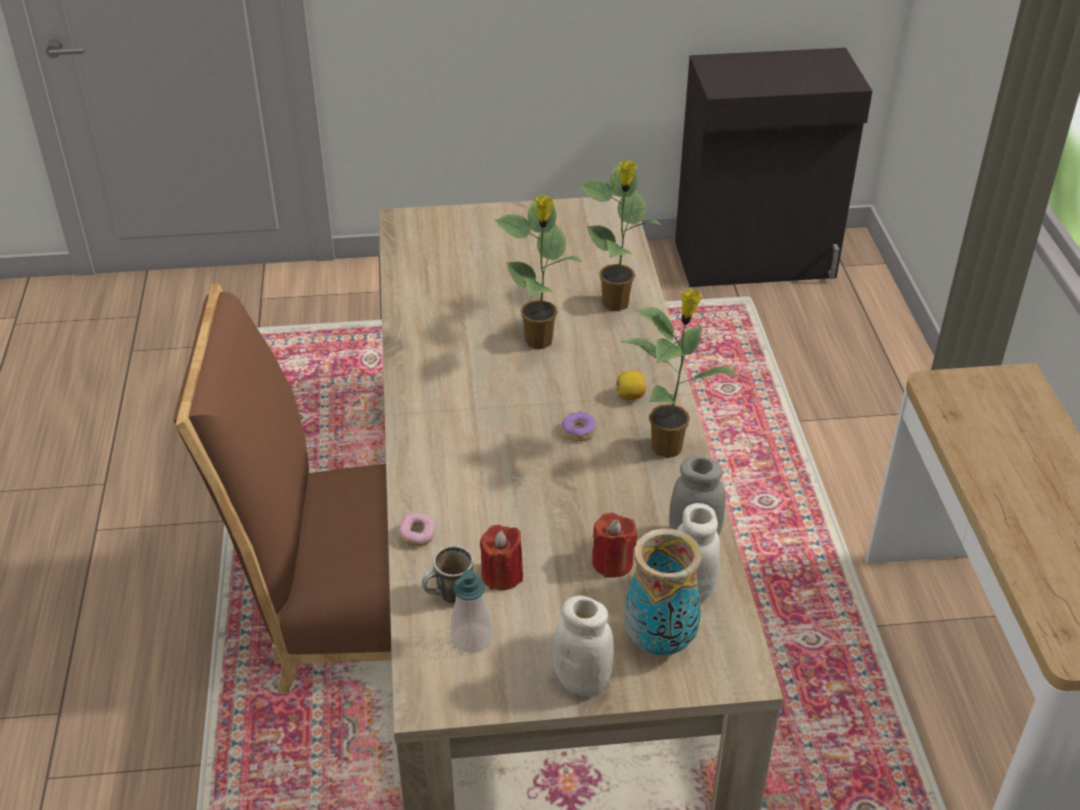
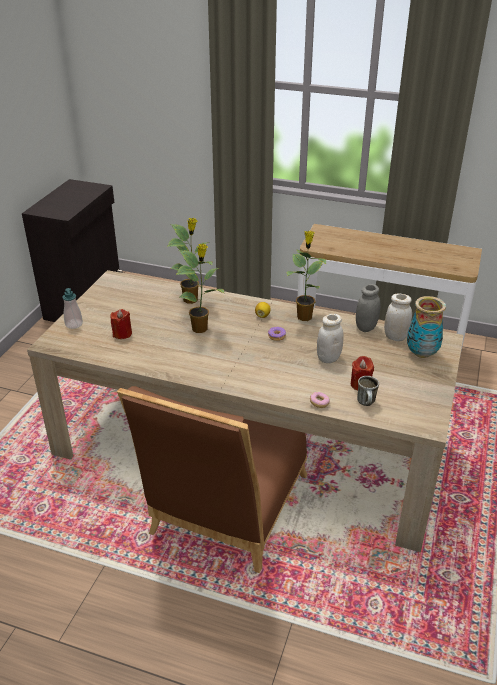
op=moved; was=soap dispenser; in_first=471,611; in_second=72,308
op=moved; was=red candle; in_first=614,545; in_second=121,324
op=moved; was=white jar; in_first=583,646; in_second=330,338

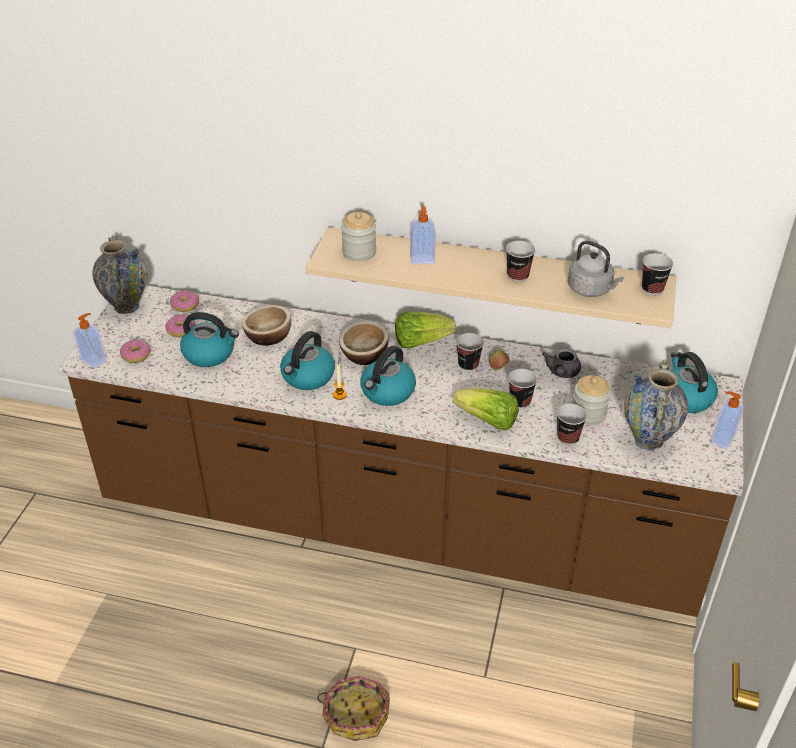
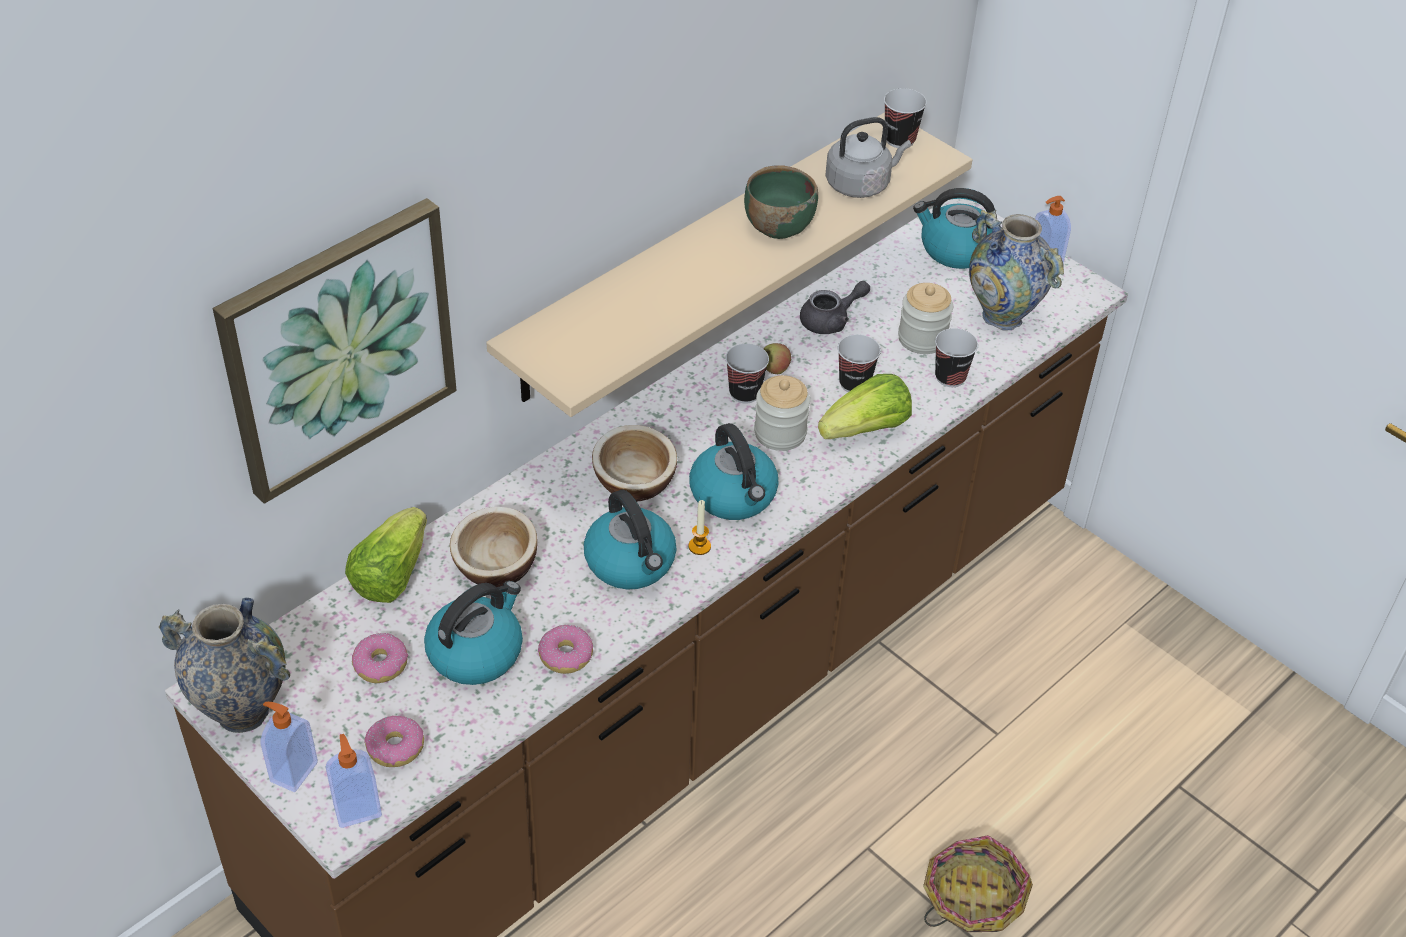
op=added; now=picture; in_second=334,351
op=moved; was=soap dispenser; in_first=423,235; in_second=289,747
op=moved; was=lettuce; in_first=425,330; in_second=386,555
op=moved; was=donut; in_first=184,301; in_second=565,649
op=replaced; was=cup; now=green bowl; in_first=521,261; in_second=781,202
op=moved; was=jar; in_first=358,236; in_second=782,413
op=turned; was=grey teapot; in_first=561,363; in_second=835,307; clockwise=-75

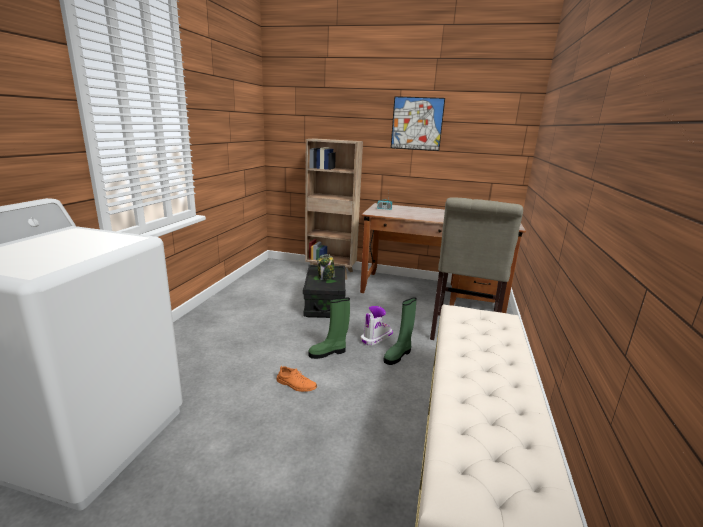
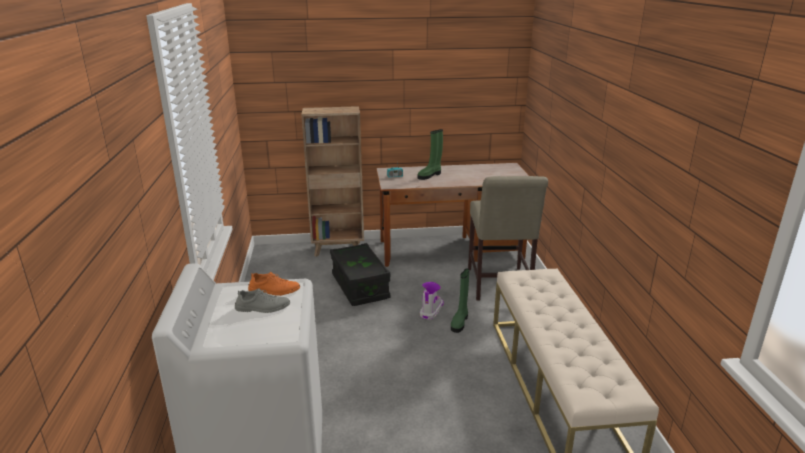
op=added; now=grey shoe; in_second=262,300
op=moved; was=orange shoe; in_first=296,379; in_second=274,284
op=moved; was=green boot; in_first=329,328; in_second=430,154
op=removed; was=jar; in_first=326,267
op=removed; was=picture; in_first=418,123

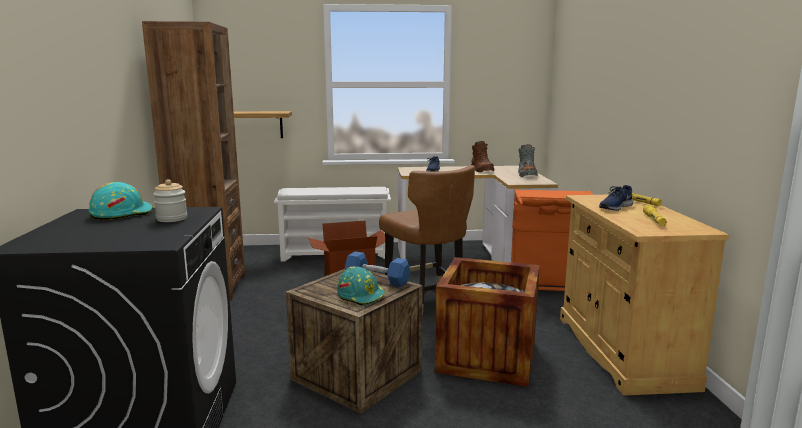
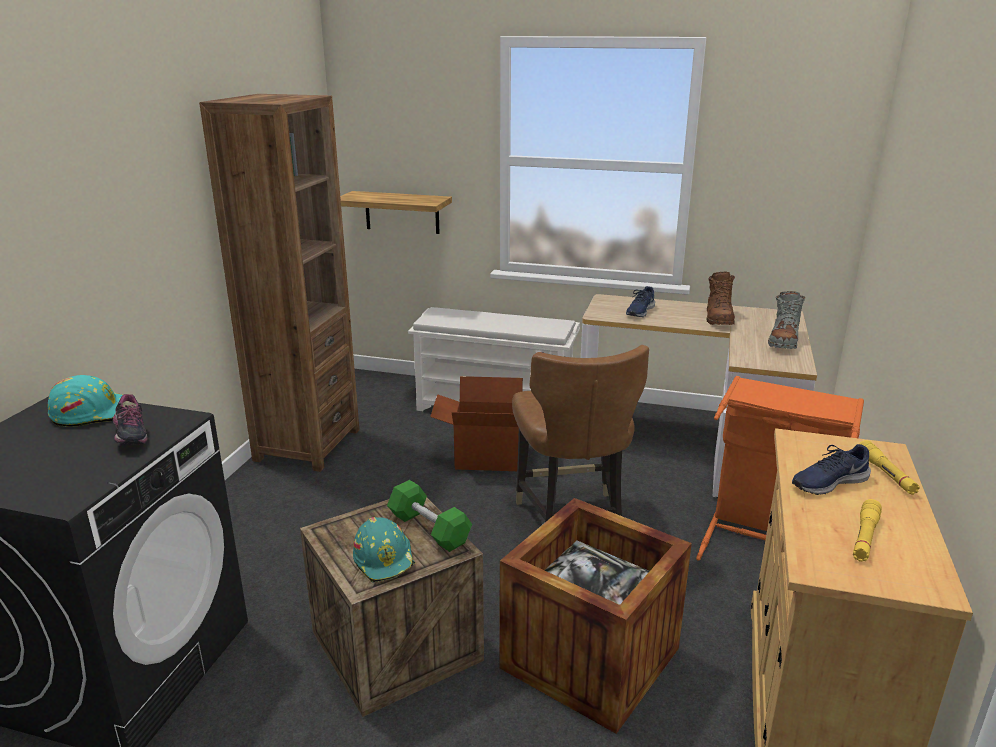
op=replaced; was=jar; now=shoe; in_first=170,200; in_second=130,419
op=recoloured; was=blue dumbbell; now=green dumbbell; in_first=378,269; in_second=429,516

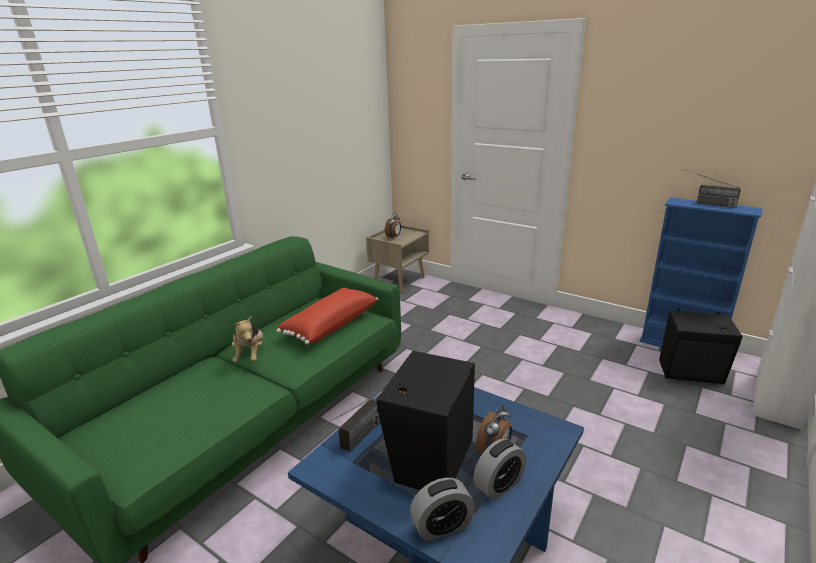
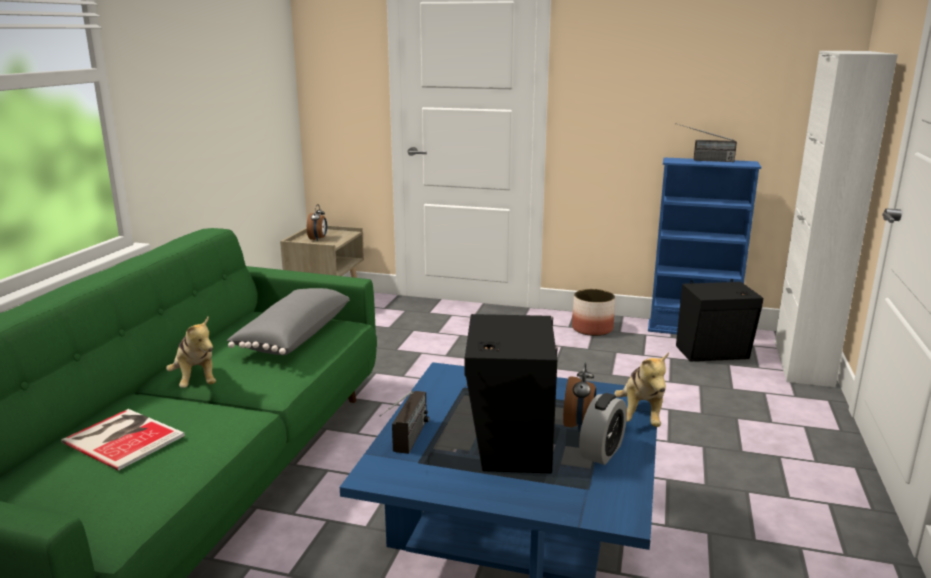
op=added; now=book; in_second=123,440
op=recoloured; was=red pillow; now=grey pillow; in_first=327,316; in_second=288,321
op=added; now=planter; in_second=593,312
op=added; now=plush toy; in_second=641,389
op=removed; was=alarm clock; in_first=442,509

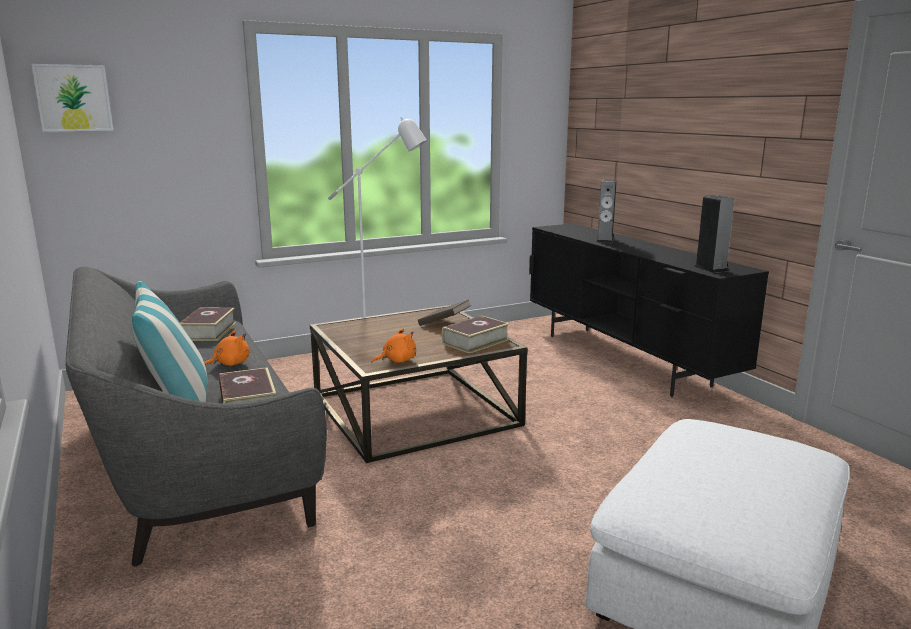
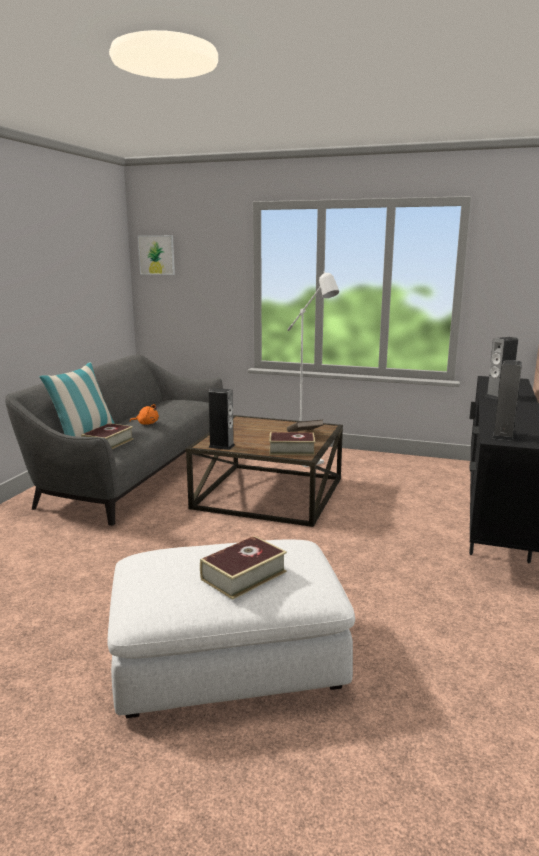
op=moved; was=book; in_first=208,324; in_second=243,568
op=replaced; was=orange plush toy; now=speaker; in_first=393,345; in_second=221,419

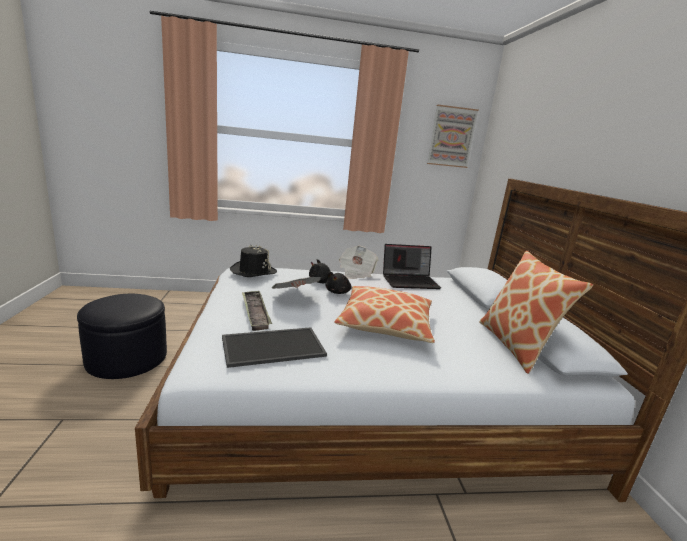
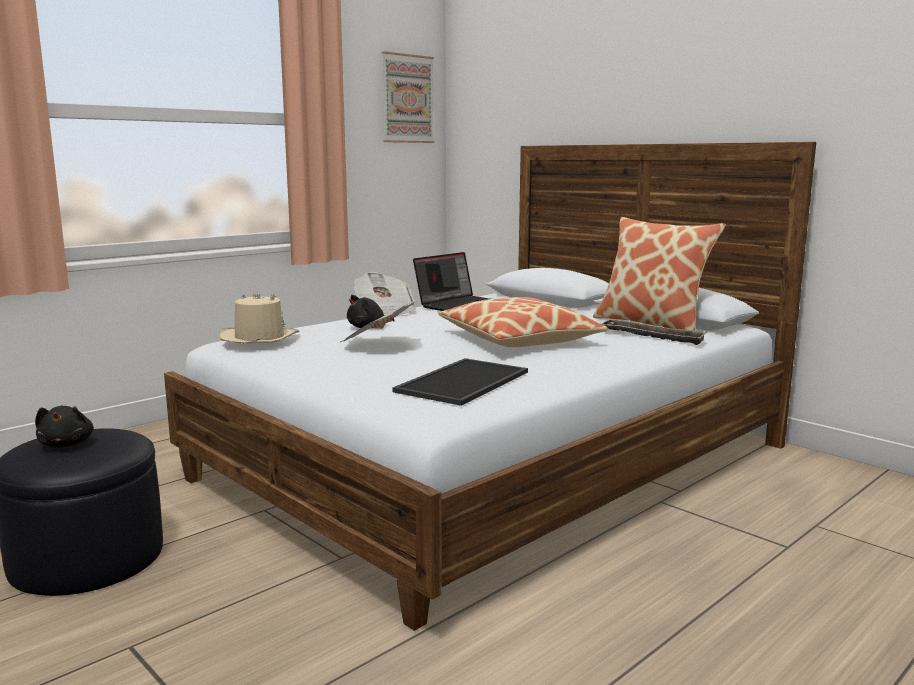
op=moved; was=black plush toy; in_first=338,283; in_second=64,427
op=recoloured; was=black hat; now=beige hat; in_first=253,261; in_second=259,317
op=moved; was=tray; in_first=257,311; in_second=655,332

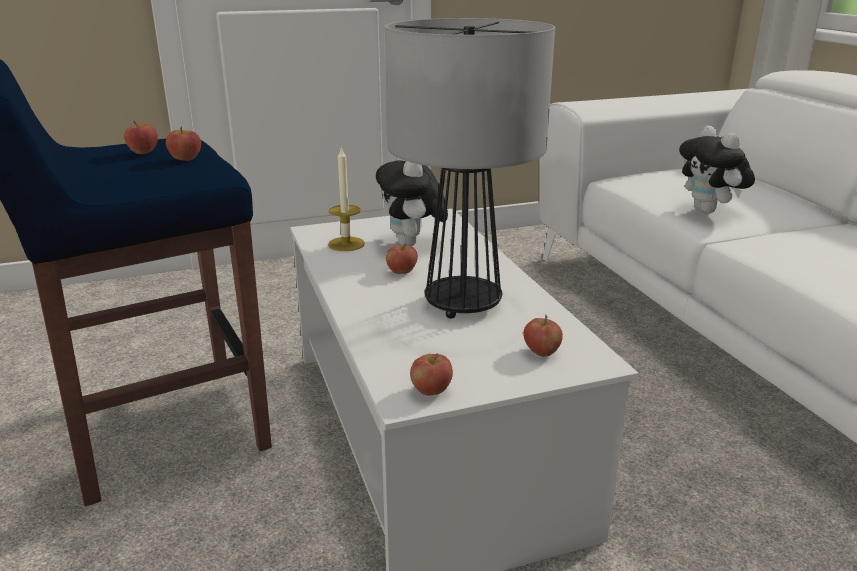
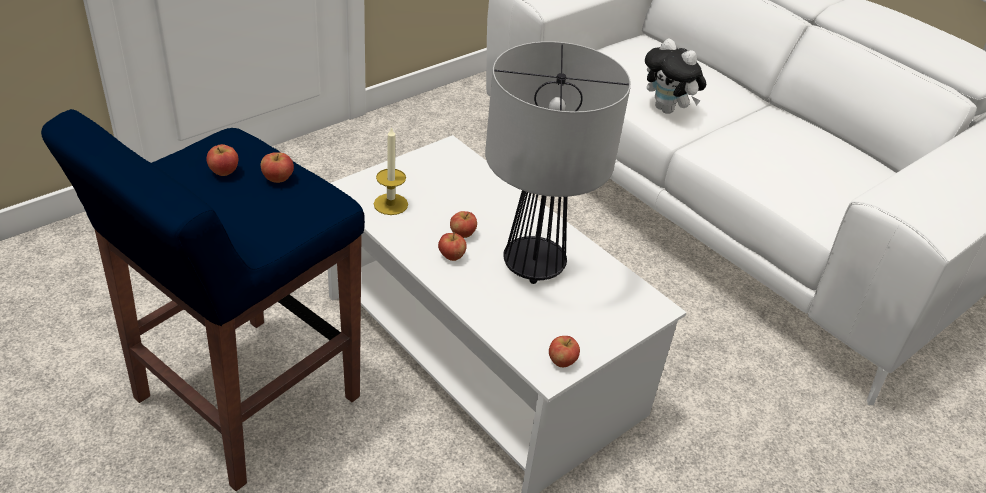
op=moved; was=apple; in_first=543,336; in_second=452,246
op=removed; was=plush toy; in_first=412,202

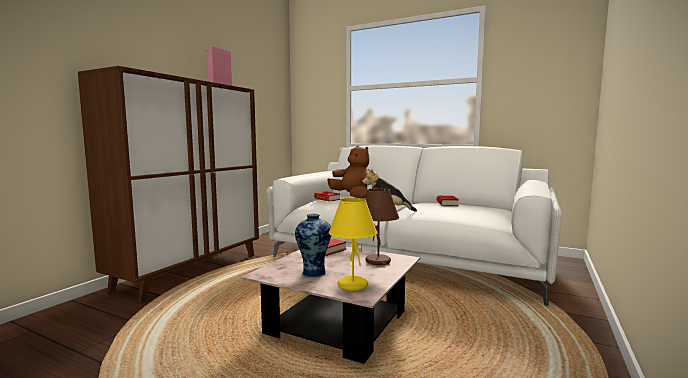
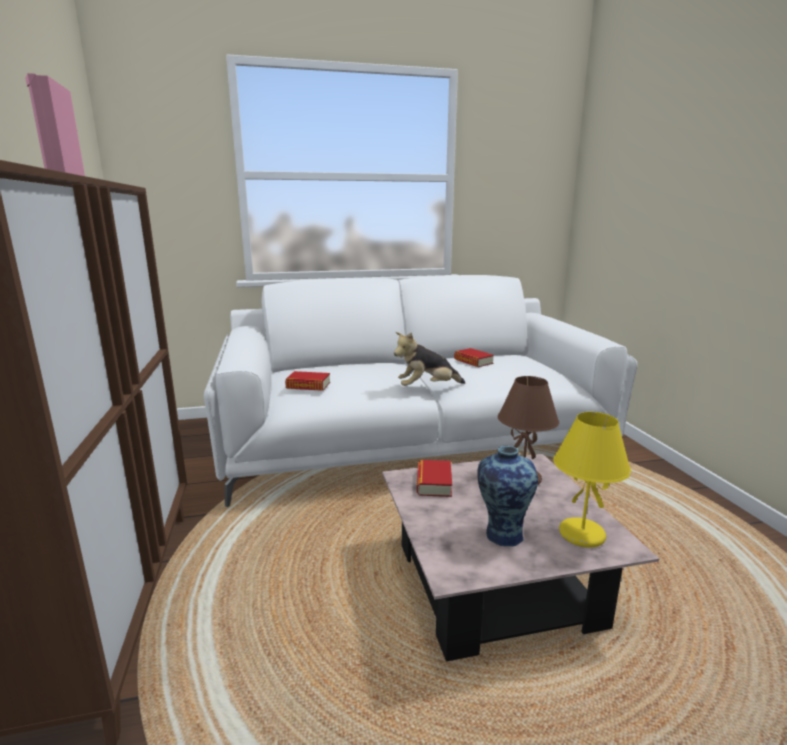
op=removed; was=brown plush toy; in_first=349,172

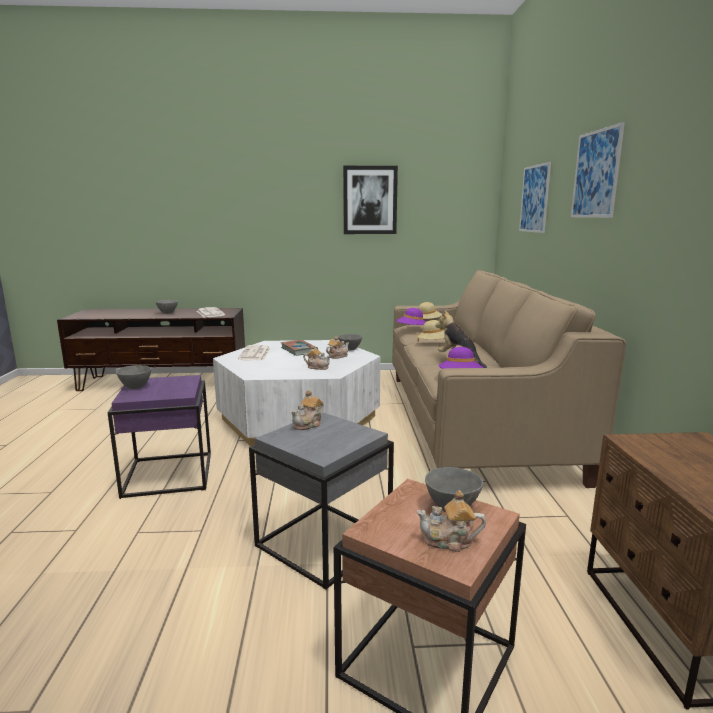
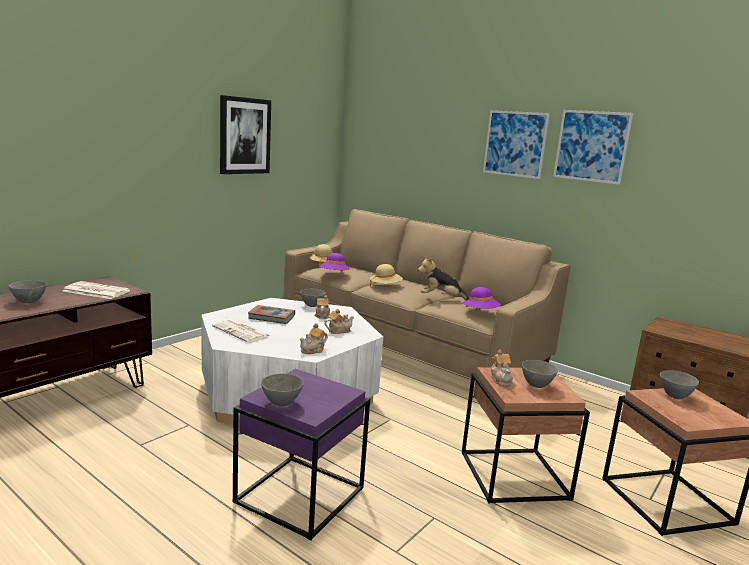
op=moved; was=teapot; in_first=451,521; in_second=314,338
op=recoloured; was=grey side table; now=brown side table; in_first=321,501; in_second=526,435
op=added; now=grey bowl; in_second=540,374
op=moved; was=picture; in_first=535,197; in_second=593,147

